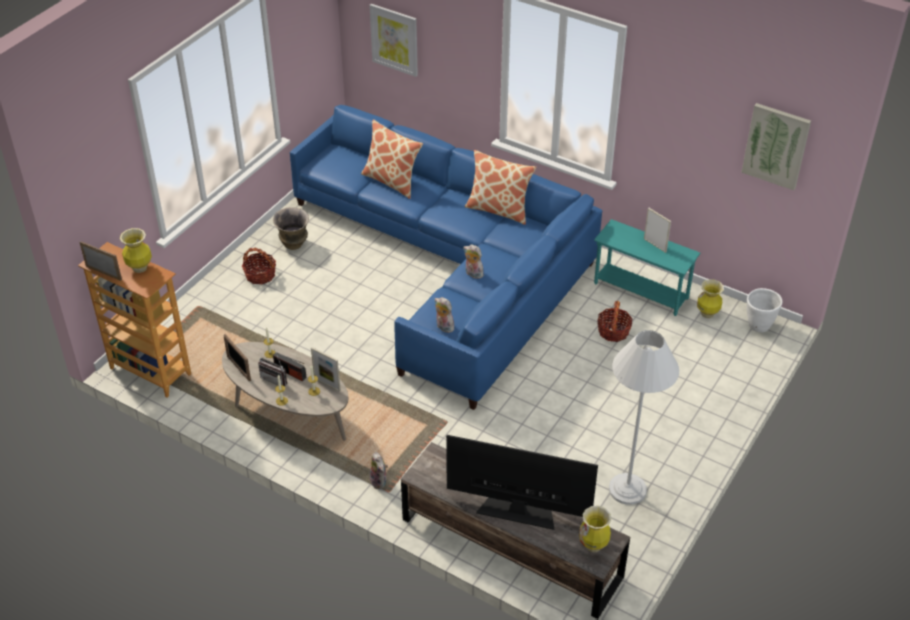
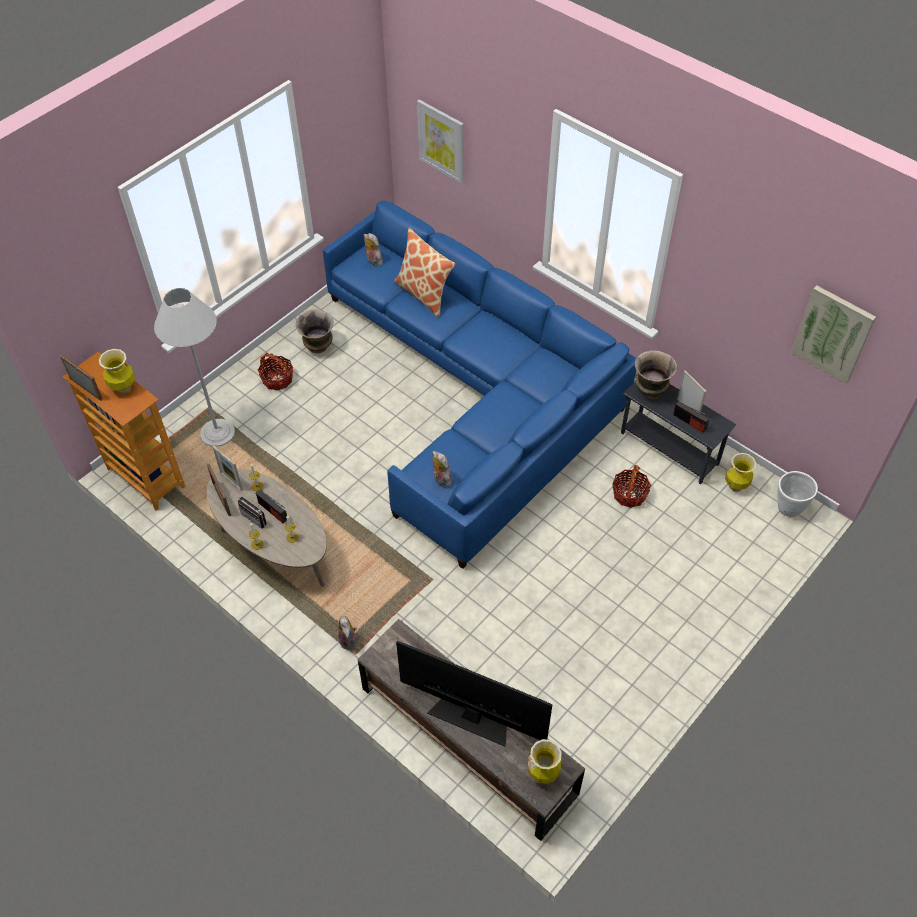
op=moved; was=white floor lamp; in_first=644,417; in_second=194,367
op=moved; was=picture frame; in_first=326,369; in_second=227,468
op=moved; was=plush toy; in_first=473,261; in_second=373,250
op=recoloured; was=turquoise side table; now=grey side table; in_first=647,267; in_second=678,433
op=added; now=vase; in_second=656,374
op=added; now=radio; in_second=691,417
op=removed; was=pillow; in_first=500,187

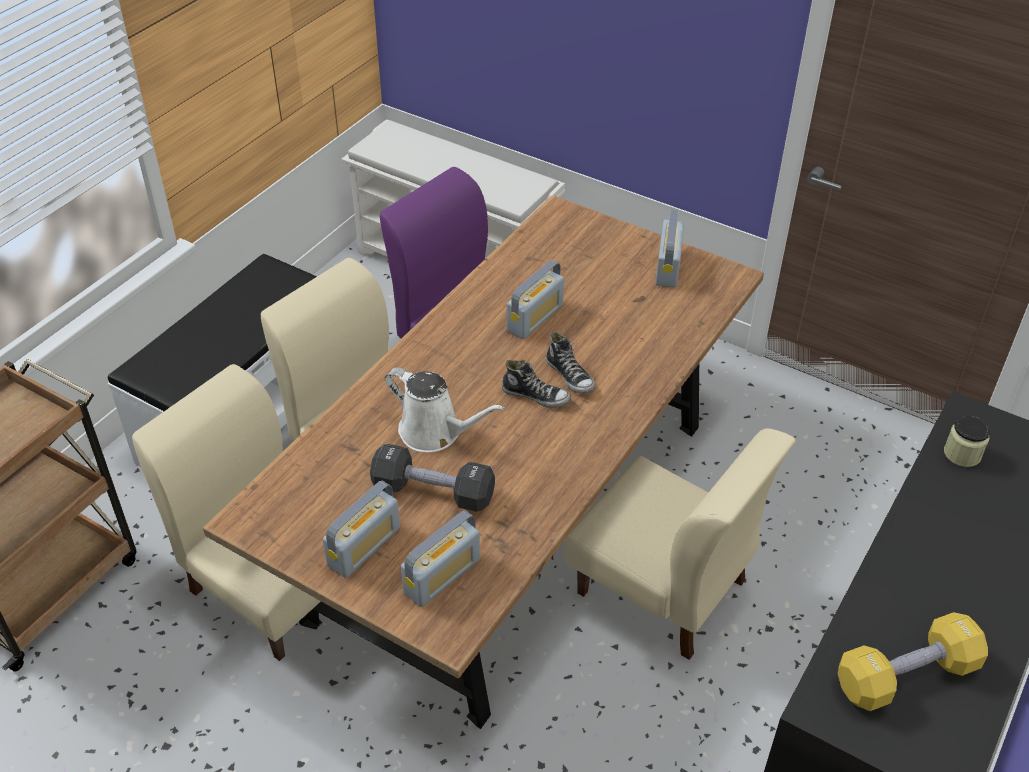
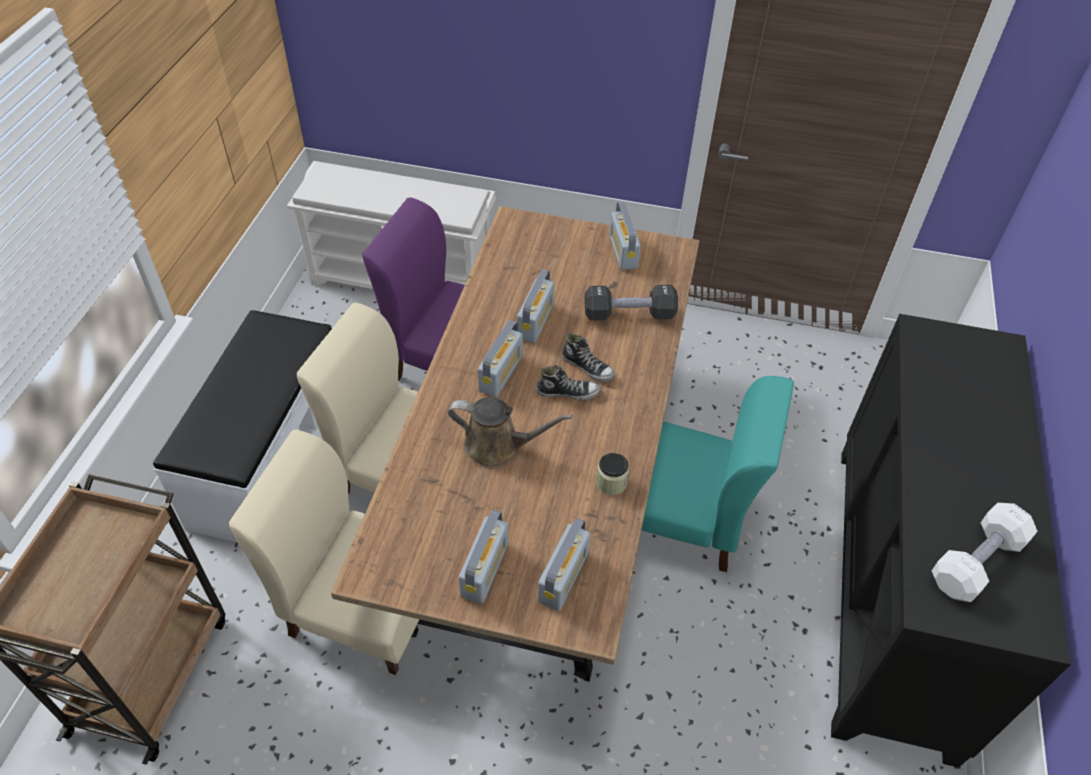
op=recoloured; was=white watering can; now=brown watering can; in_first=445,410; in_second=510,432
op=added; now=radio; in_second=500,358
op=moved; was=black dumbbell; in_first=432,478; in_second=631,302
op=moved; was=jar; in_first=967,441; in_second=612,474
op=recoloured; was=beige chair; now=turquoise chair; in_first=680,544; in_second=718,474
op=recoloured; was=yellow dumbbell; now=white dumbbell; in_first=913,661; in_second=984,552

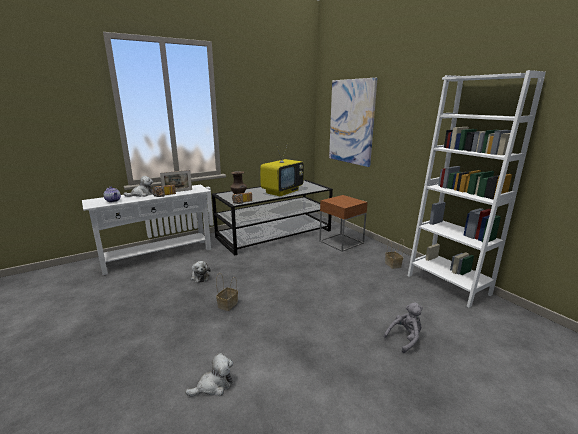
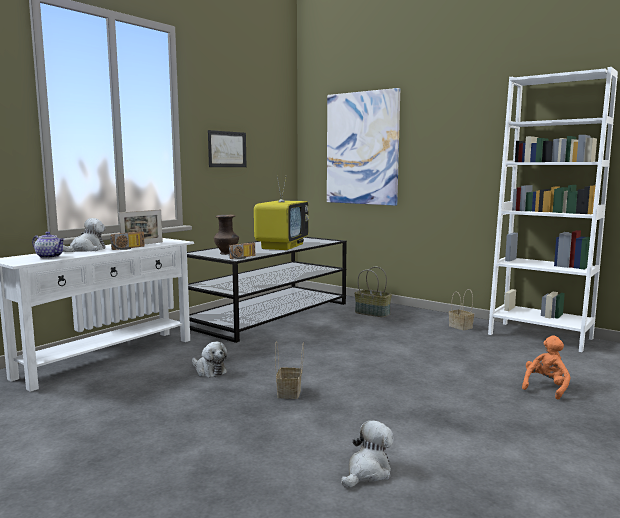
op=added; now=picture; in_second=227,148
op=replaced; was=brown side table; now=basket; in_first=343,223; in_second=373,292
op=recoloured; was=grey plush toy; now=orange plush toy; in_first=403,327; in_second=546,367

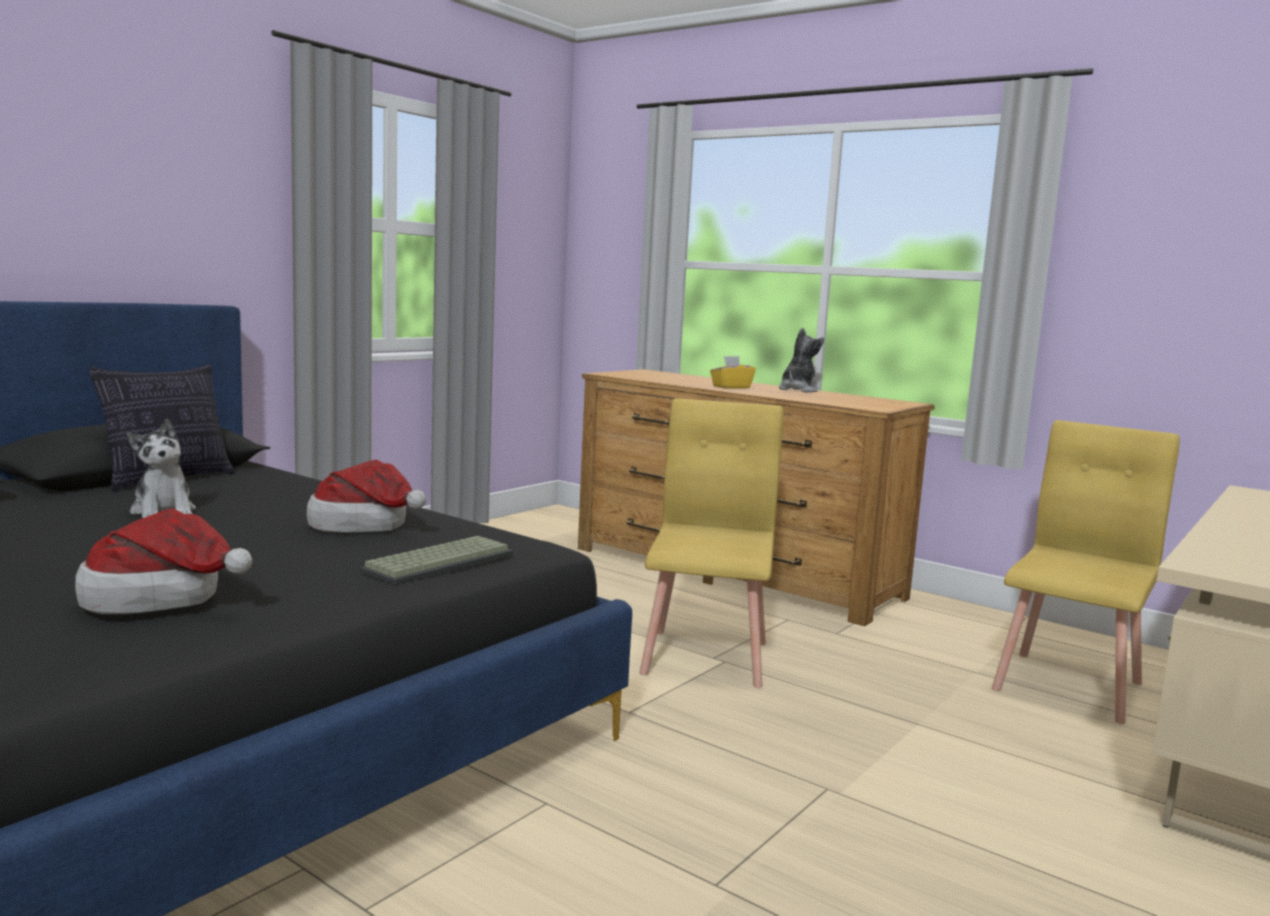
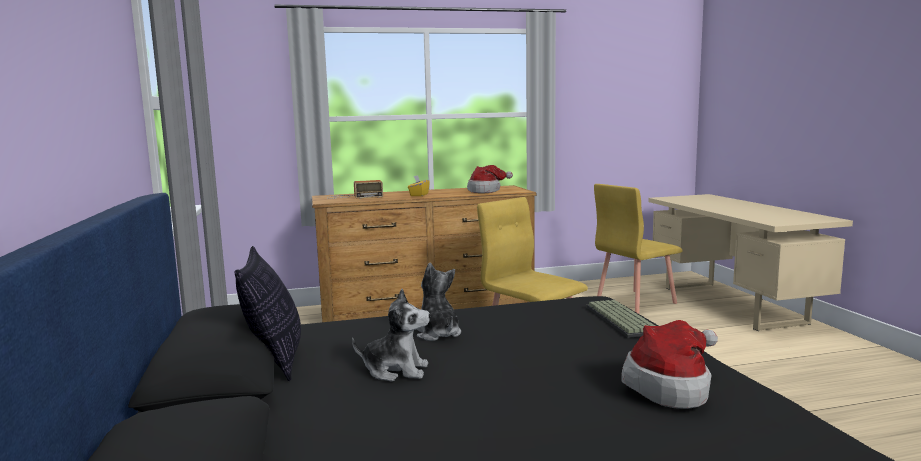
op=added; now=radio; in_second=355,189
op=moved; was=plush toy; in_first=801,360; in_second=439,302
op=moved; was=hat; in_first=366,496; in_second=490,179
op=turned; was=yellow chair; in_first=1086,572; in_second=638,249; clockwise=-105

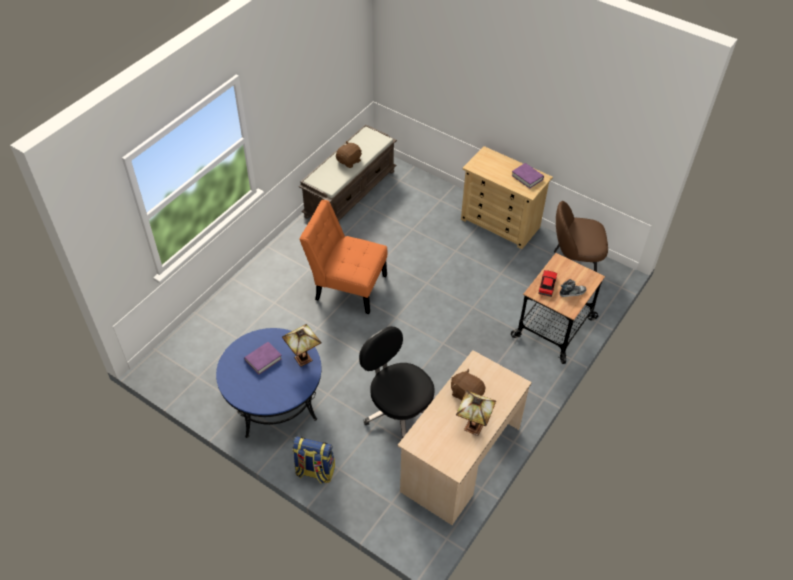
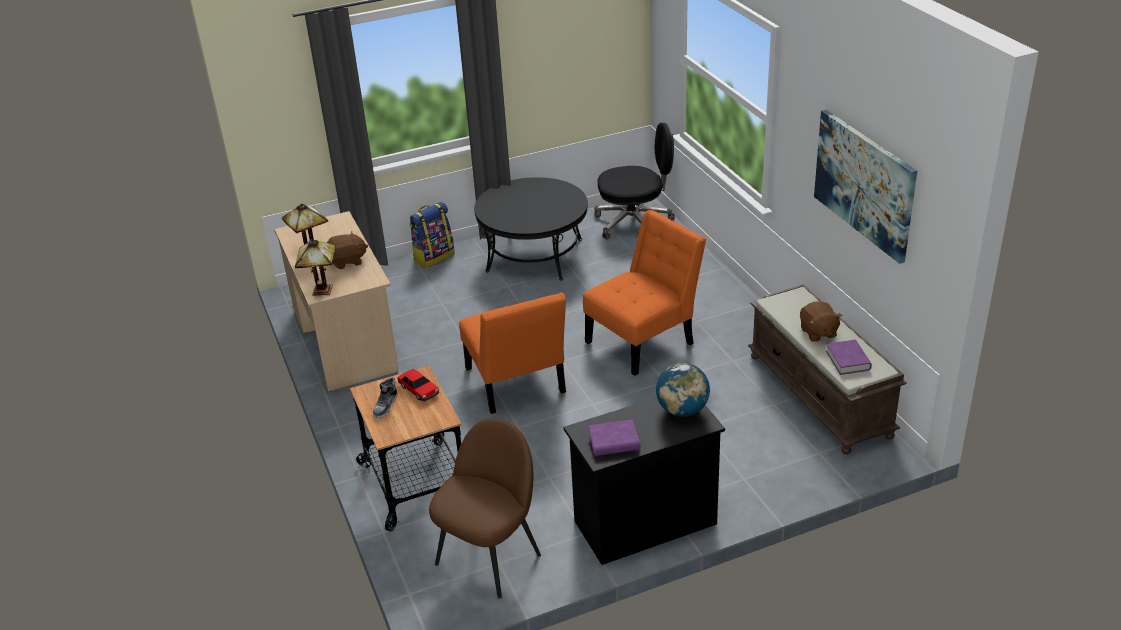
op=moved; was=table lamp; in_first=301,345; in_second=315,267
op=added; now=orange chair; in_second=512,353
op=recoloured; was=blue coffee table; now=black coffee table; in_first=268,383; in_second=531,228
op=recoloured; was=beige dresser; now=black dresser; in_first=507,197; in_second=644,481
op=moved; was=black office chair; in_first=396,383; in_second=635,181
op=added; now=globe; in_second=683,390
op=added; now=picture; in_second=865,187
op=moved; was=purple book; in_first=263,358; in_second=849,357

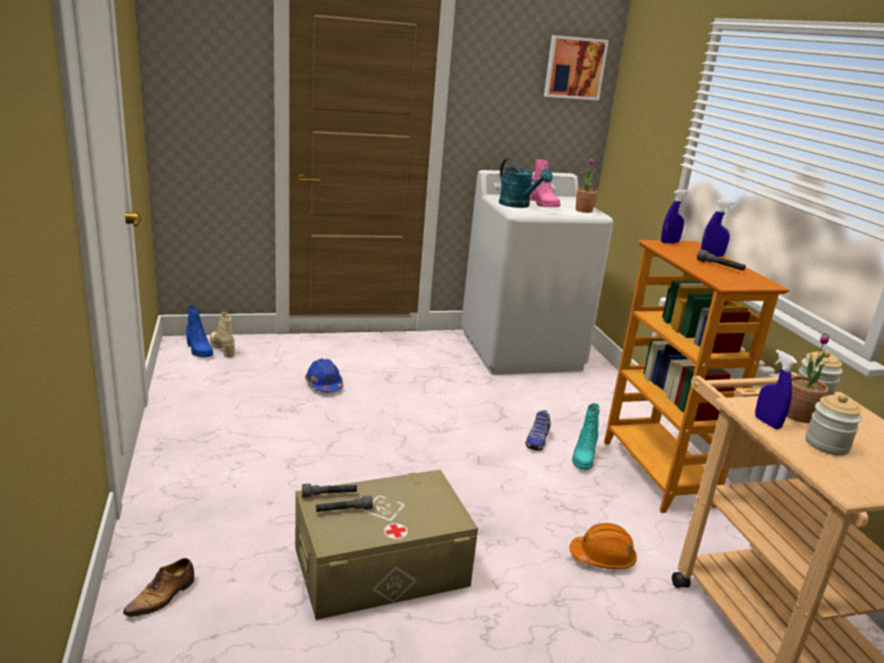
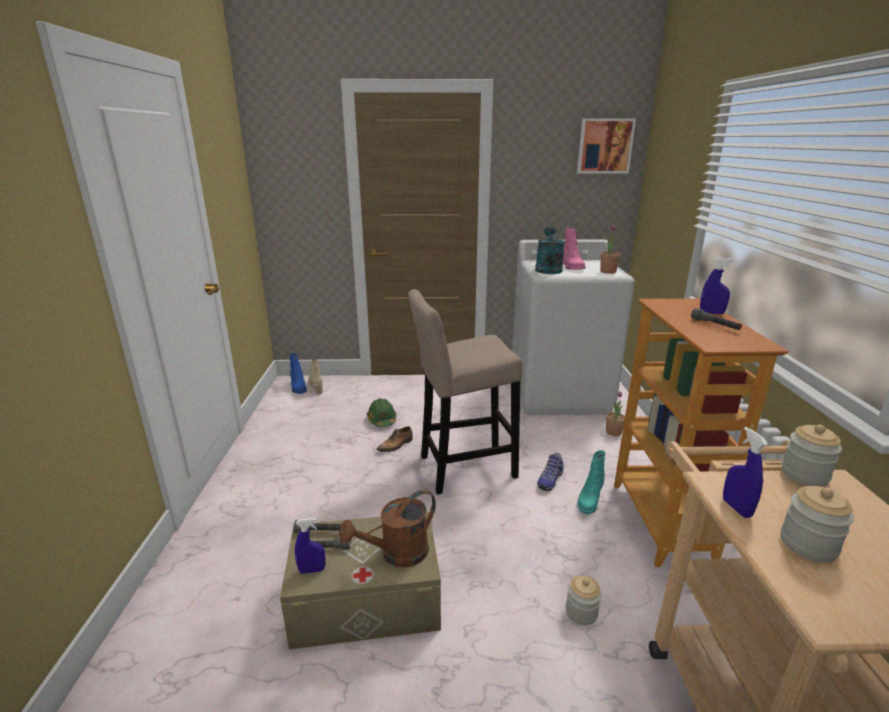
op=moved; was=blue spray bottle; in_first=675,216; in_second=310,546
op=added; now=brown watering can; in_second=387,528
op=recoloured; was=blue hard hat; now=green hard hat; in_first=324,375; in_second=381,412
op=moved; was=shoe; in_first=158,587; in_second=394,439
op=added; now=beige stool; in_second=465,391
op=turned; was=turquoise watering can; in_first=526,183; in_second=550,250; clockwise=-150
op=replaced; was=orange hard hat; now=jar; in_first=603,546; in_second=584,600
op=moved; was=potted plant; in_first=808,378; in_second=615,414

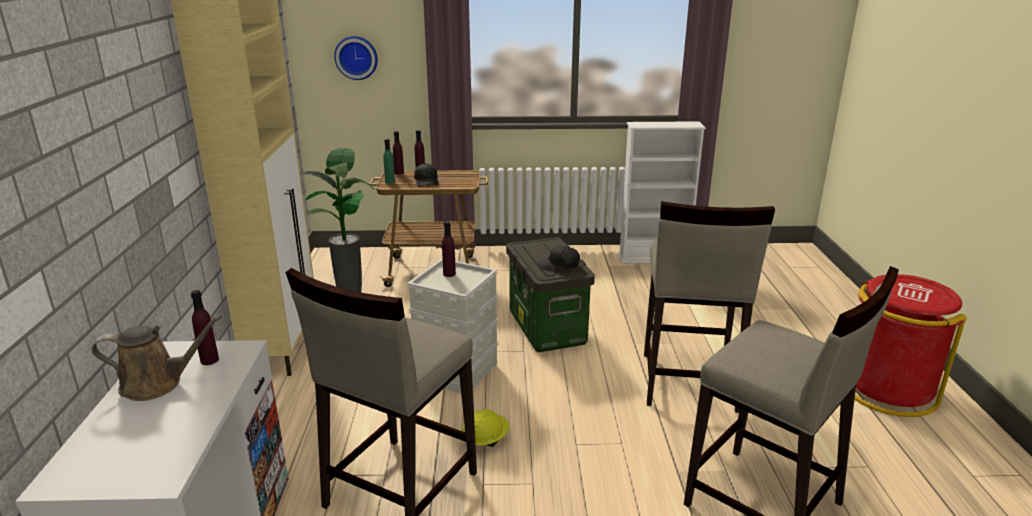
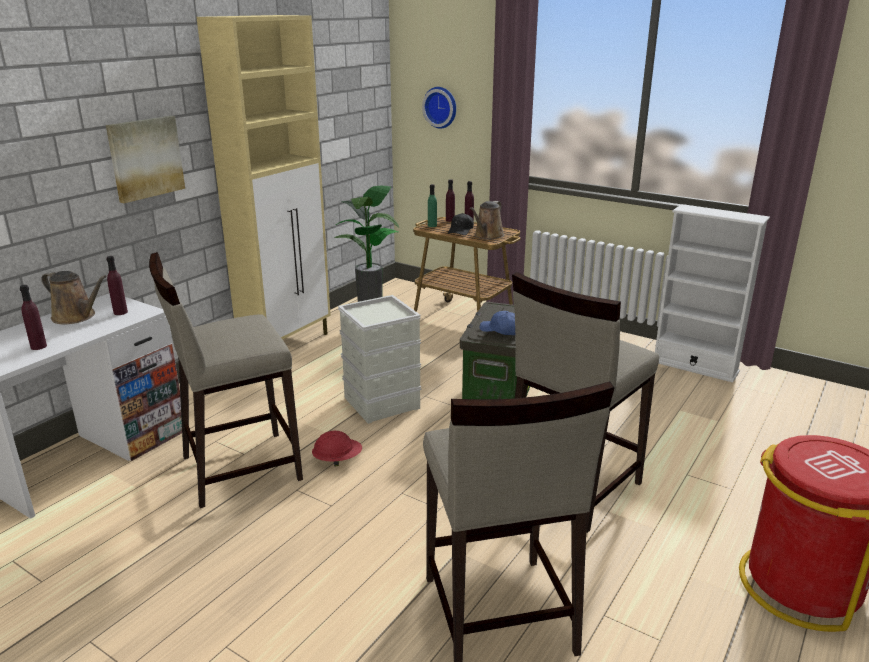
op=moved; was=purple bottle; in_first=449,249; in_second=33,317
op=added; now=picture; in_second=145,159
op=recoloured; was=yellow hard hat; now=red hard hat; in_first=486,428; in_second=337,448
op=added; now=brown watering can; in_second=487,220
op=recoloured; was=black cap; now=blue cap; in_first=559,257; in_second=497,323

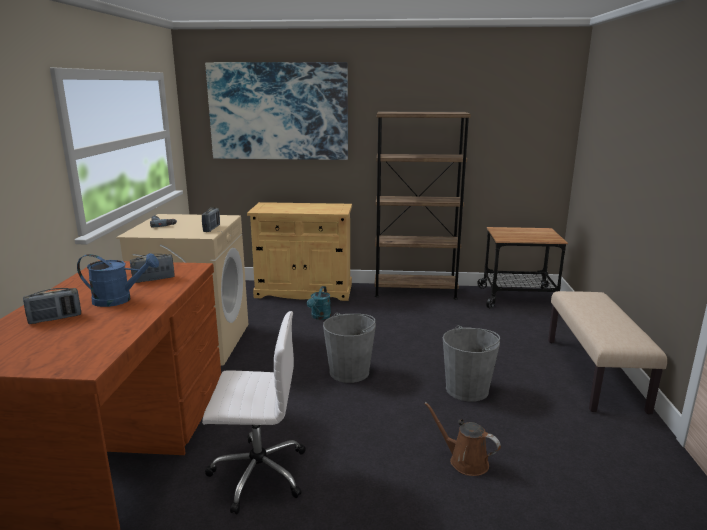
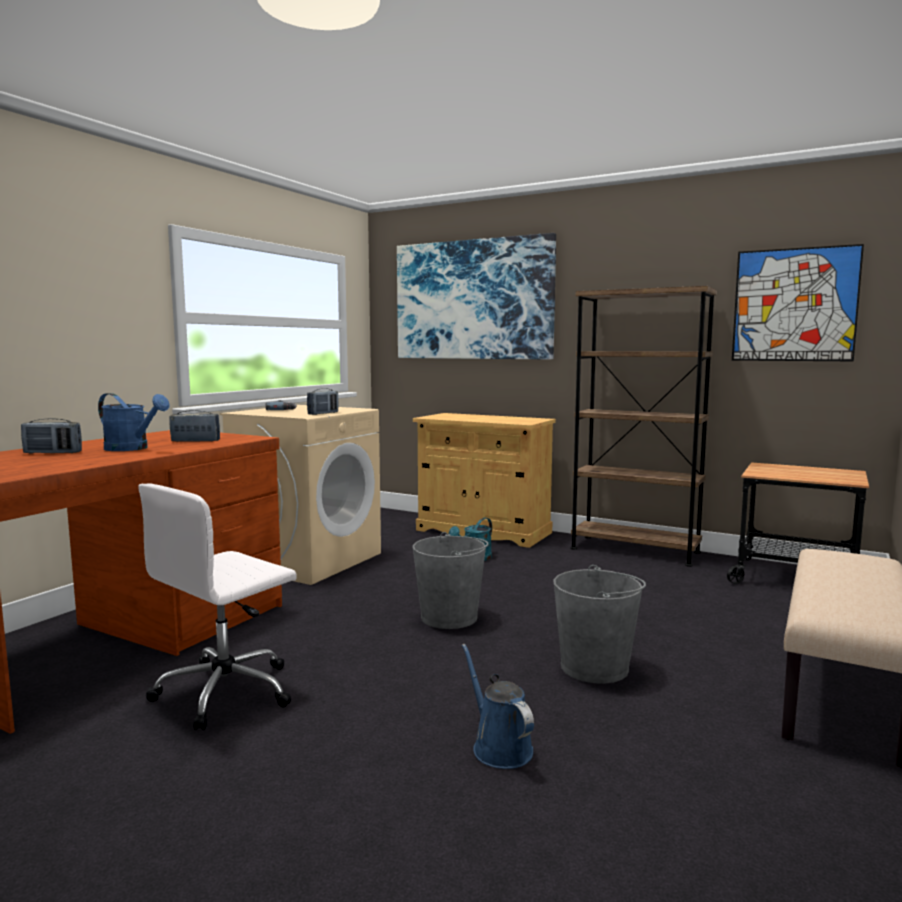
op=turned; was=white office chair; in_first=254,412; in_second=217,607; clockwise=105
op=recoloured; was=brown watering can; now=blue watering can; in_first=462,439; in_second=498,706
op=added; now=picture; in_second=798,302

